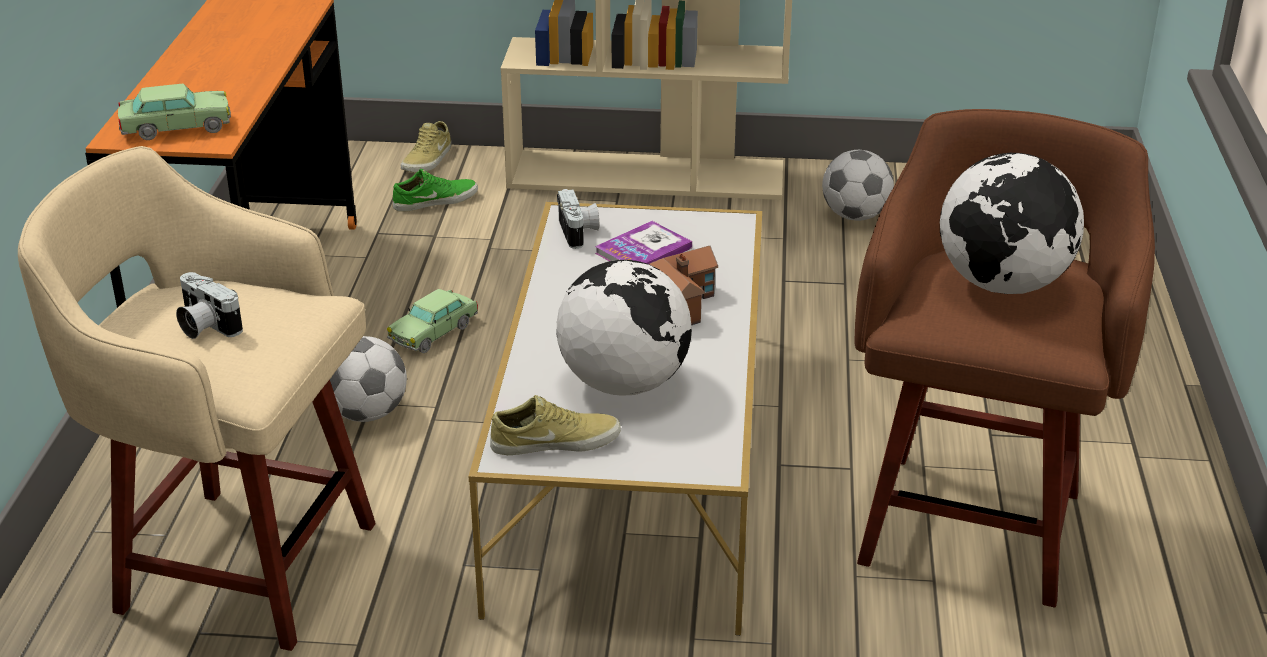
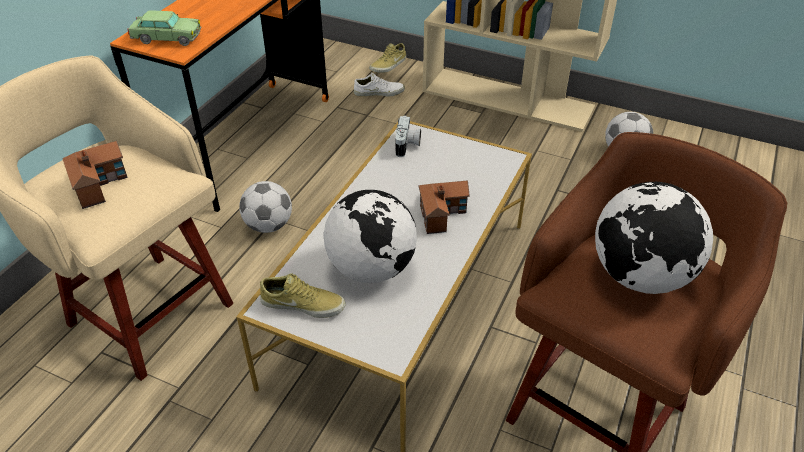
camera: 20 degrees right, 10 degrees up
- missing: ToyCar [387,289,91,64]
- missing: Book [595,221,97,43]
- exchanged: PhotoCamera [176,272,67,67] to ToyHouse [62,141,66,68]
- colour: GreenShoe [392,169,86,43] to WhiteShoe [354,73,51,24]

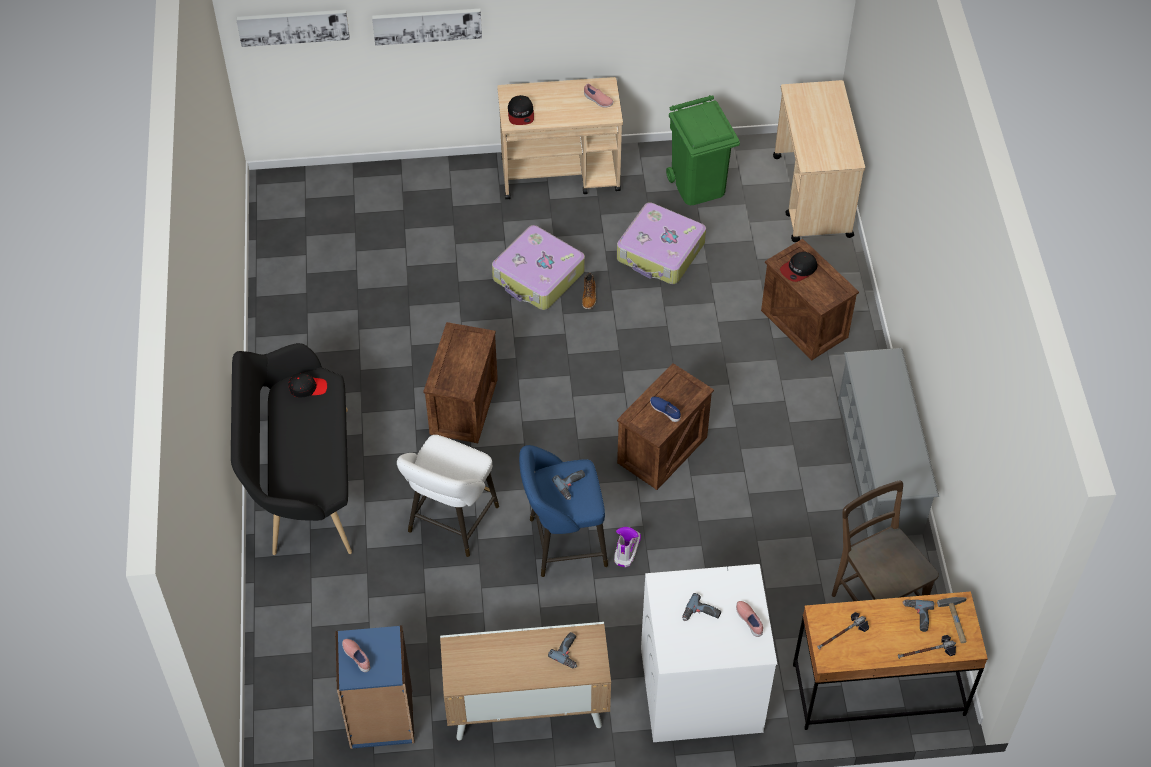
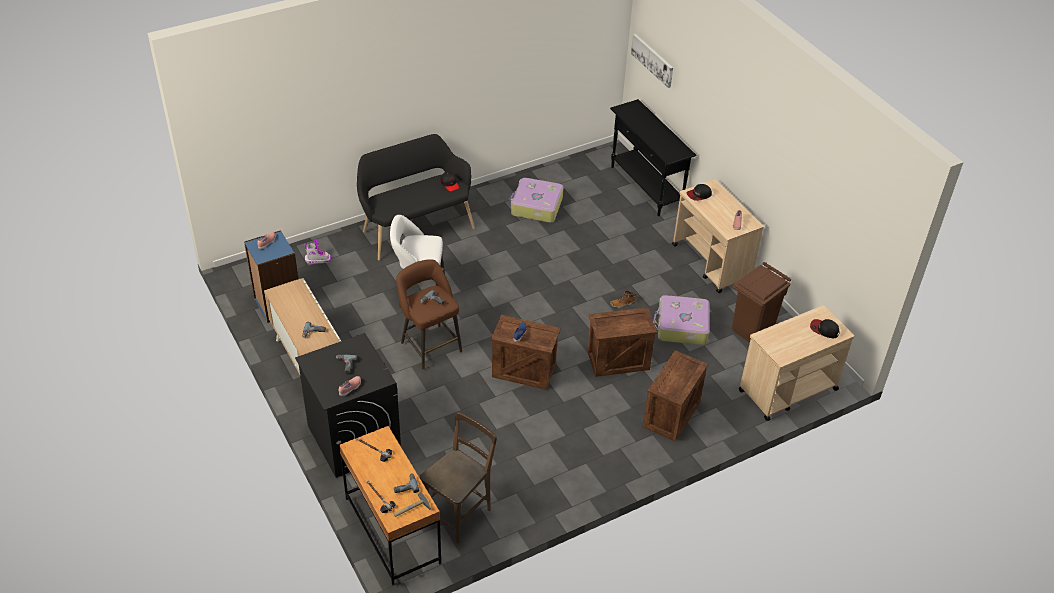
camera: 65 degrees right, 10 degrees down
- missing: Picture [372,9,110,37]
- missing: GreyShoeRack [838,348,101,189]
- appeared: BlackConsoleTable [610,99,87,117]
- relocated: Crate [423,322,75,121] to [587,307,70,70]
- relocated: Suitcase [492,225,93,85] to [509,178,55,45]
- relocated: Boot [614,527,27,40] to [305,239,26,25]
- relocated: Cap [780,252,37,30] to [810,319,29,19]
- colour: BlueStool [519,445,89,132] to BrownStool [396,259,66,111]
- colour: WhiteWashingMachine [641,564,136,178] to BlackWashingMachine [295,333,106,145]
- colour: GreenTrashCan [666,95,74,110] to BrownTrashCan [732,262,59,80]

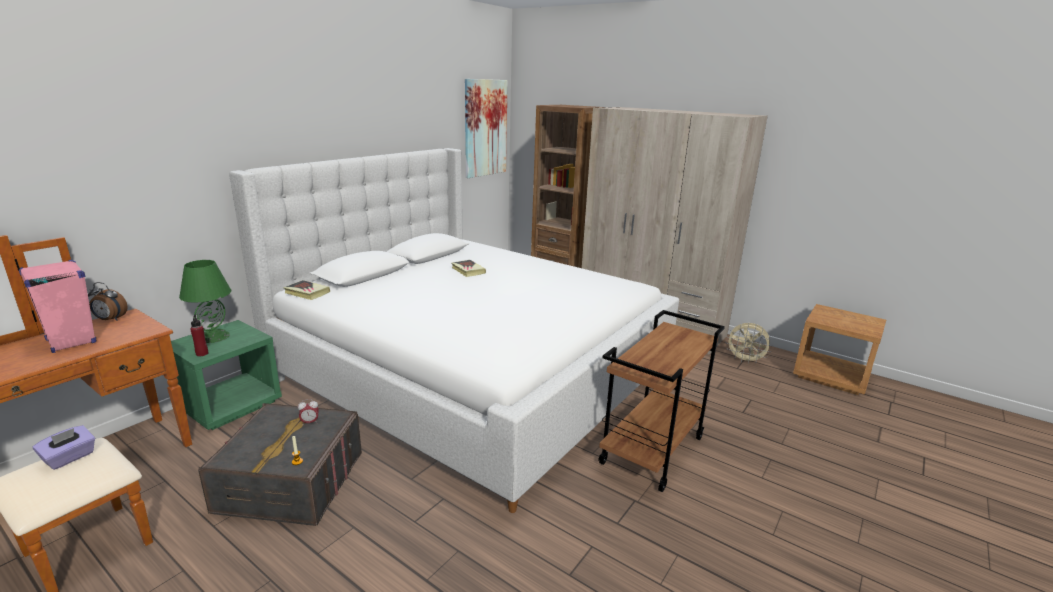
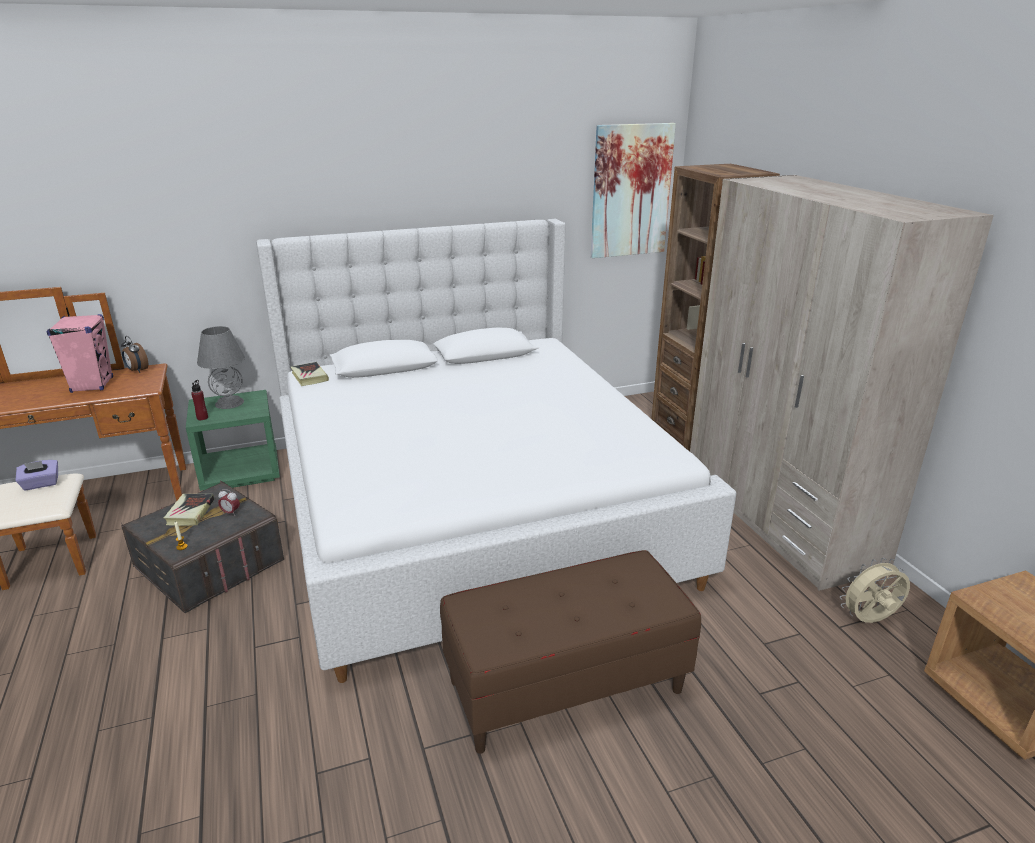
camera: 35 degrees right, 5 degrees up
- relocated: Book [451,260,35,17] to [164,494,50,32]
- exchanged: BrownCart [598,310,127,182] to BrownBench [440,550,261,204]
- colour: GreenTableLamp [179,260,52,83] to GreyTableLamp [197,326,48,83]
- spun: BeigeFan [725,323,46,41] = [840,557,70,66] 105 degrees clockwise

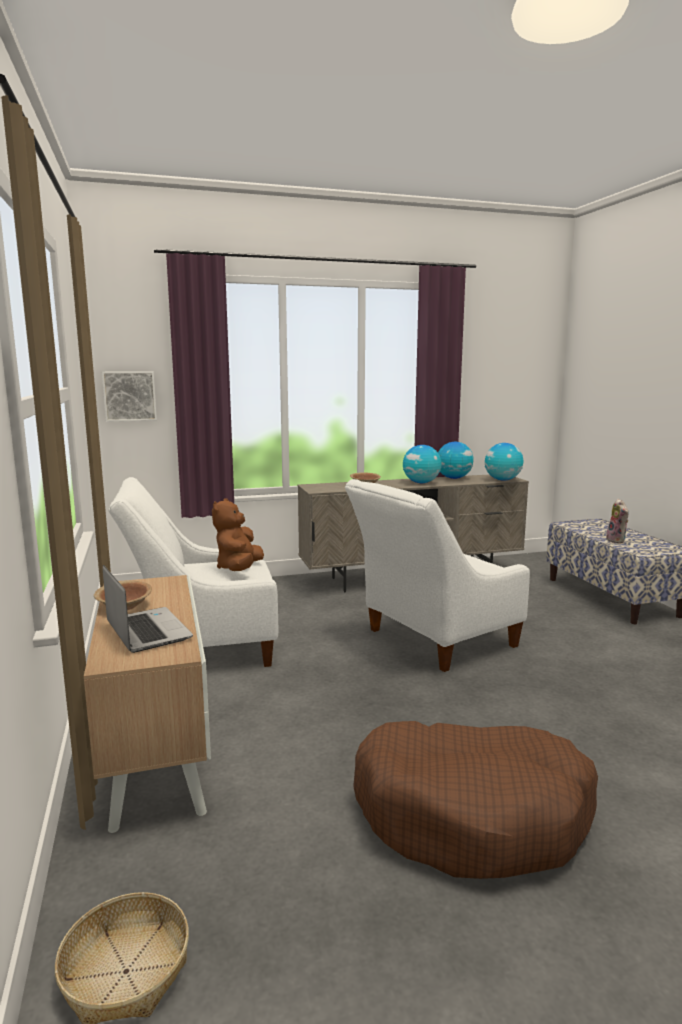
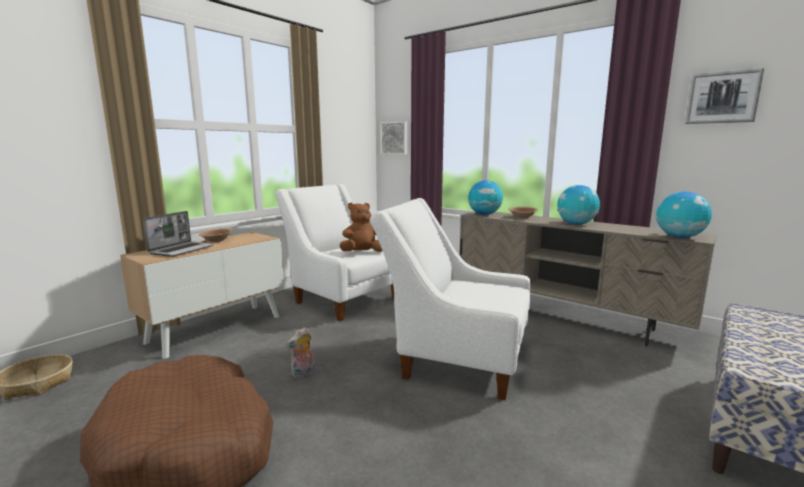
camera: 55 degrees right, 0 degrees up
- appeared: Picture [685,68,79,56]
- relocated: Globe [438,442,36,37] to [468,180,35,35]
- relocated: PlushToy [606,499,23,44] to [286,327,29,51]

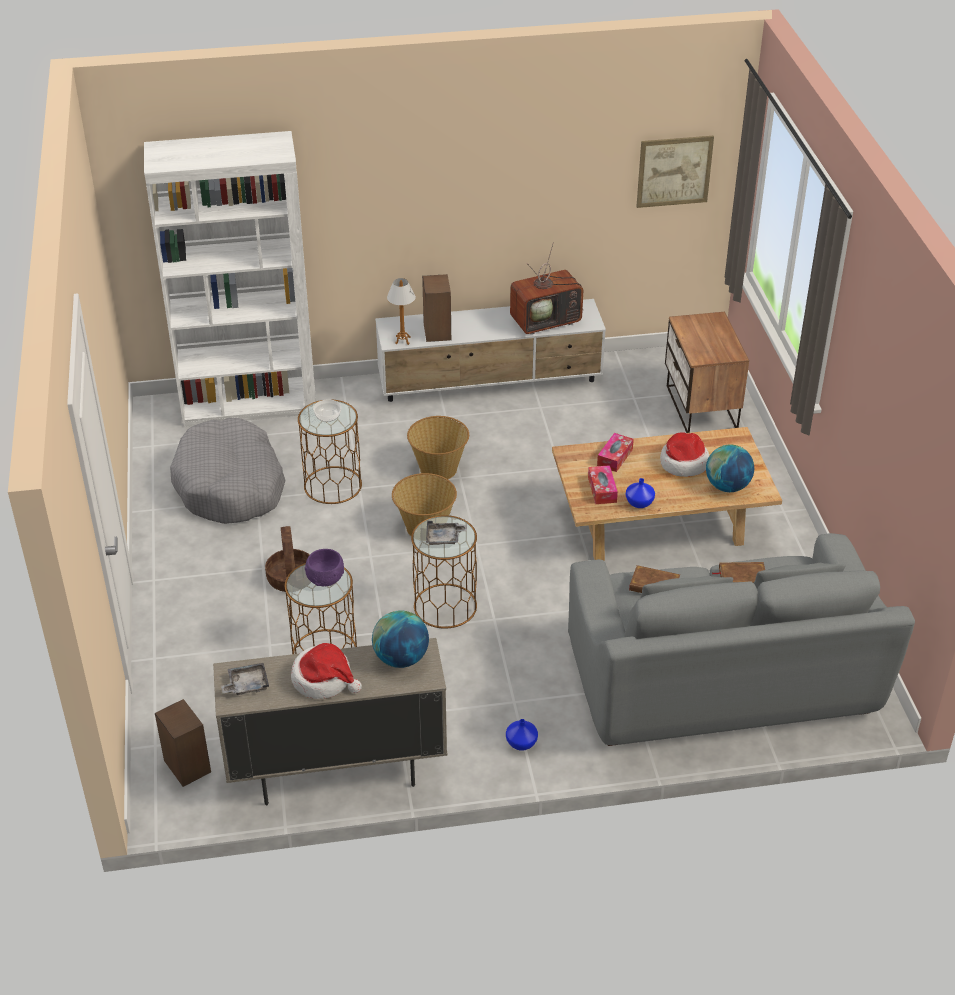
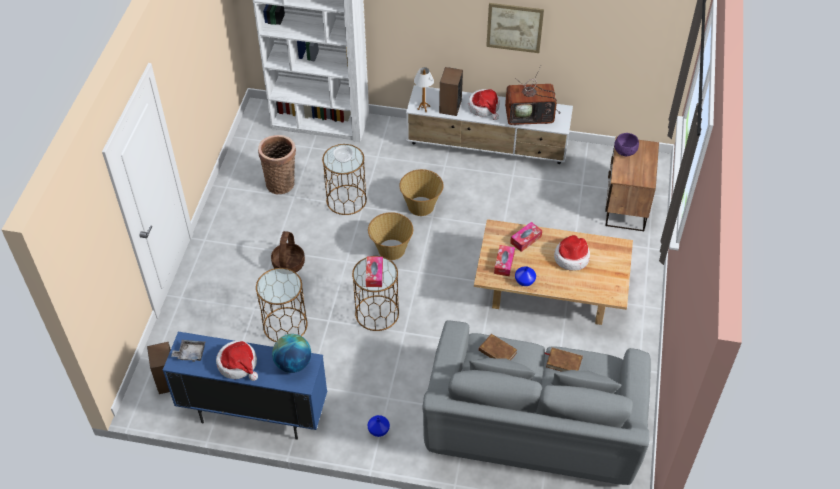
camera: 20 degrees right, 10 degrees up
- missing: Globe [706,444,48,48]
- appeared: Hat [468,89,32,31]
- relocated: PurpleBowl [305,549,39,38] to [614,133,25,23]
- relocated: Picture [636,136,78,72] to [486,3,58,50]
- exchanged: GreyDogBed [170,418,115,106] to Basket [258,135,38,59]
- exchanged: GreyTray [426,521,41,24] to TissueBox [366,257,17,30]
- colour: BeigeCabinet [213,638,234,167] to BlueCabinet [163,332,164,108]

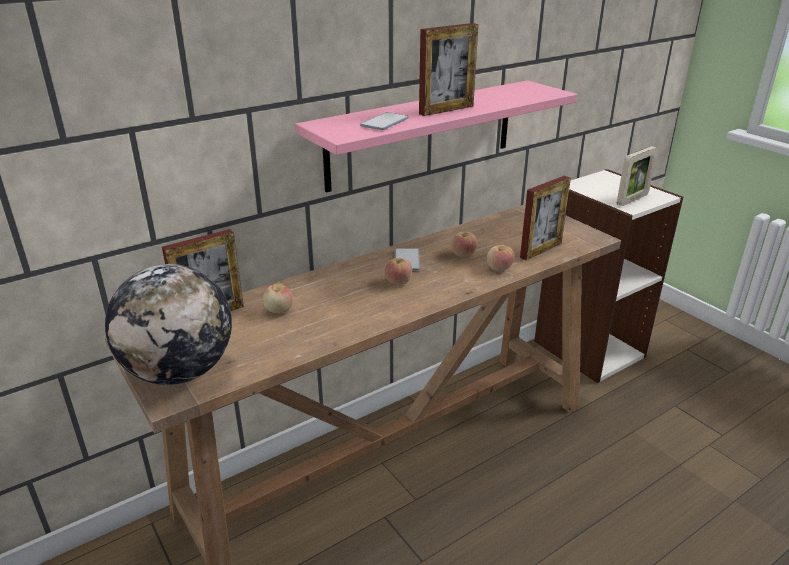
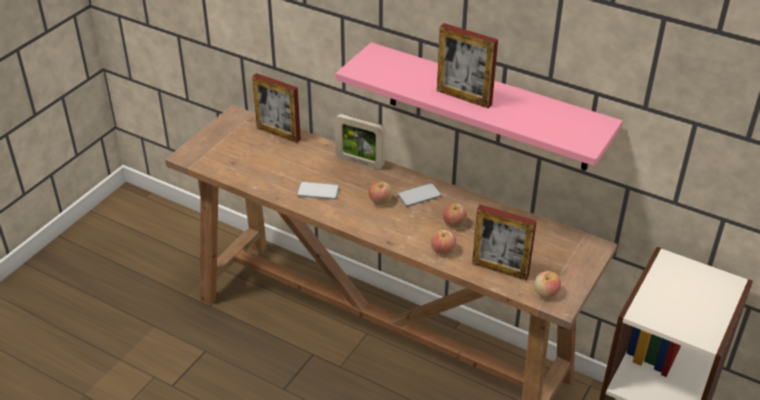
camera: 65 degrees right, 10 degrees up
- missing: Globe [105,264,127,121]
- relocated: Apple [263,283,30,30] to [534,271,27,28]
- relocated: Phone [360,112,49,18] to [297,182,42,17]
- relocated: PictureFrame [617,146,41,60] to [335,114,50,56]

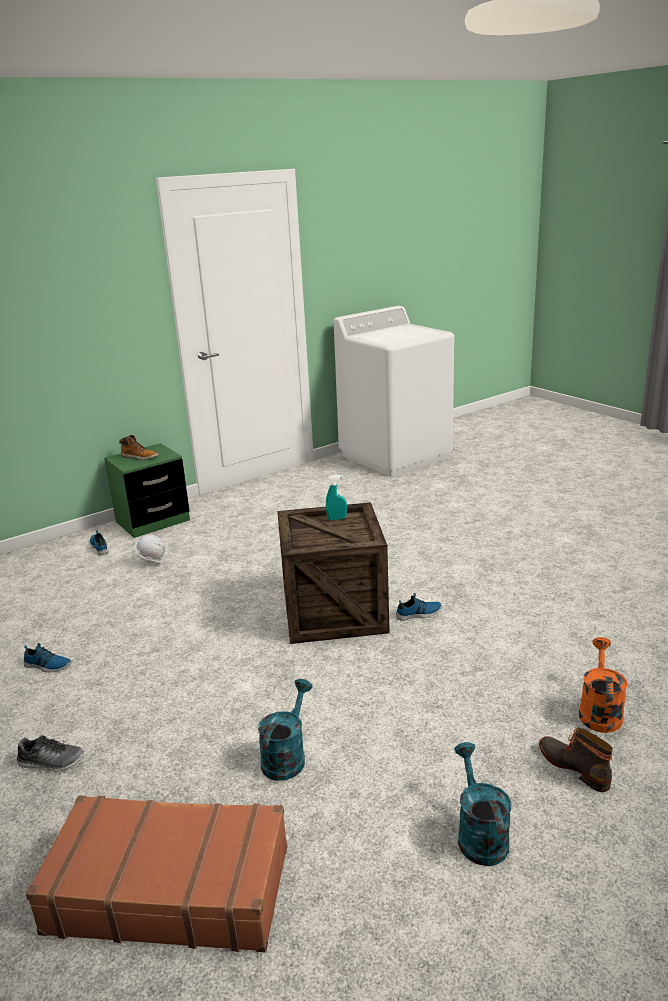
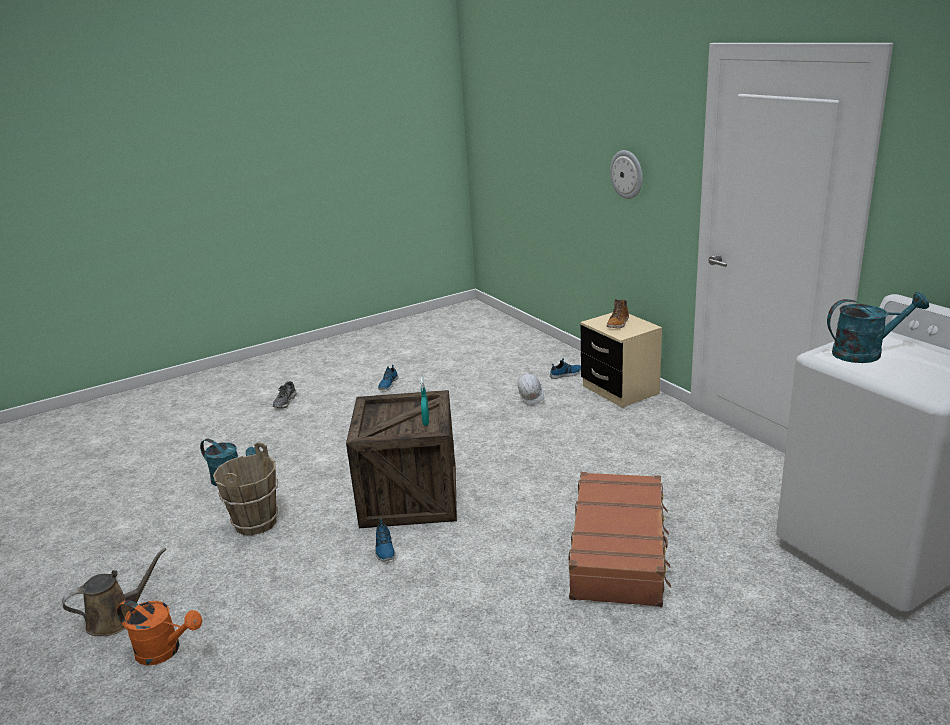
camera: 95 degrees right, 0 degrees up
- appeared: BrownBucket [213,442,65,94]
- appeared: WallClock [610,150,33,49]
- relocated: BrownSuitcase [26,795,261,157] to [568,472,103,135]
- relocated: TurquoiseWateringCan [454,742,57,124] to [827,292,102,71]
- exchanged: Boot [539,727,74,65] to BrownWateringCan [62,548,104,88]
- colour: GreenNightstand [104,443,86,95] to BeigeNightstand [580,312,82,96]

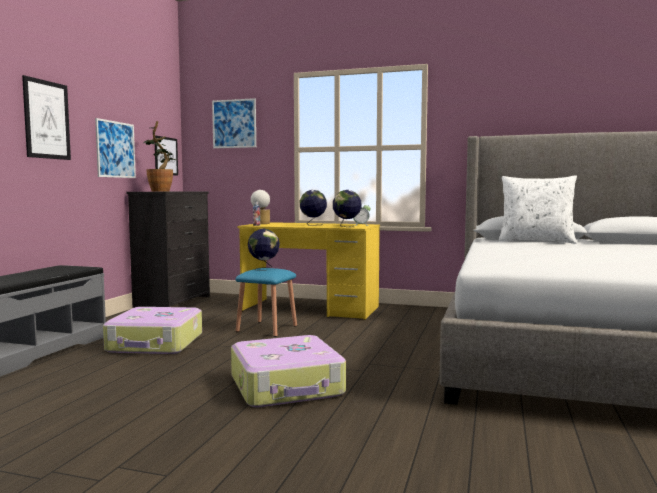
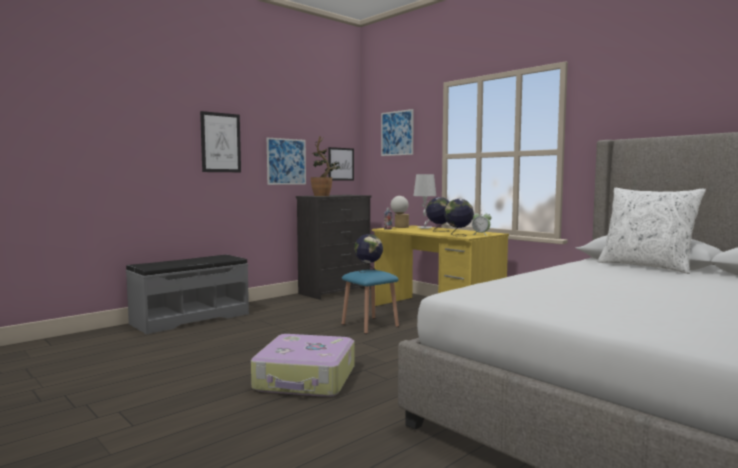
camera: 30 degrees right, 0 degrees up
- missing: Suitcase [103,307,99,47]
- appeared: GreyTableLamp [413,174,23,55]

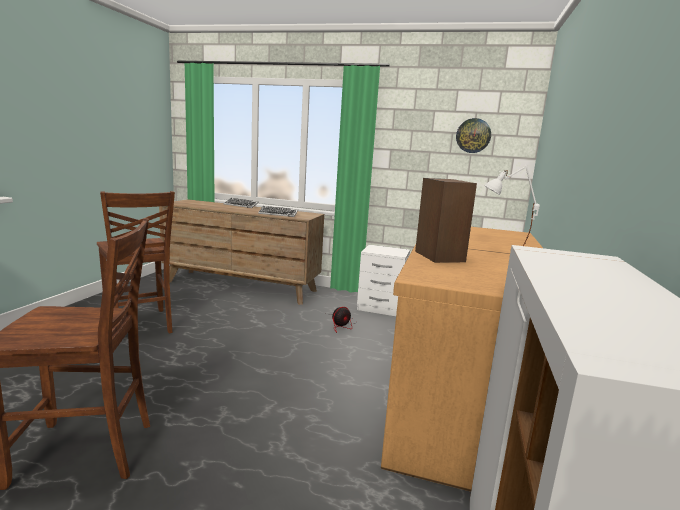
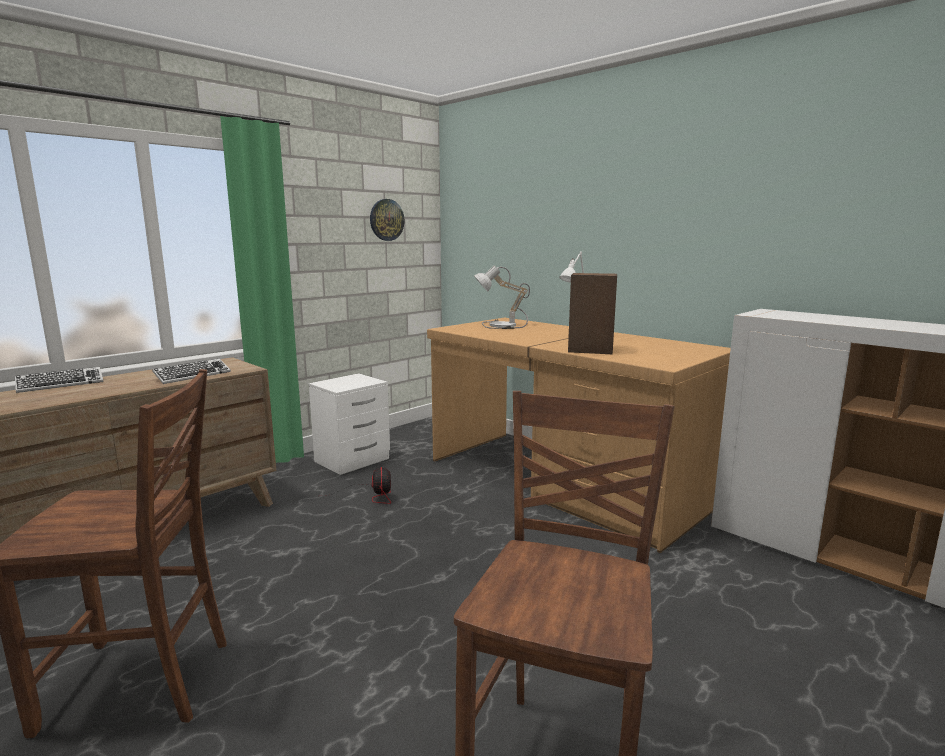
camera: 60 degrees left, 0 degrees up
- appeared: TableLamp [474,266,56,63]

